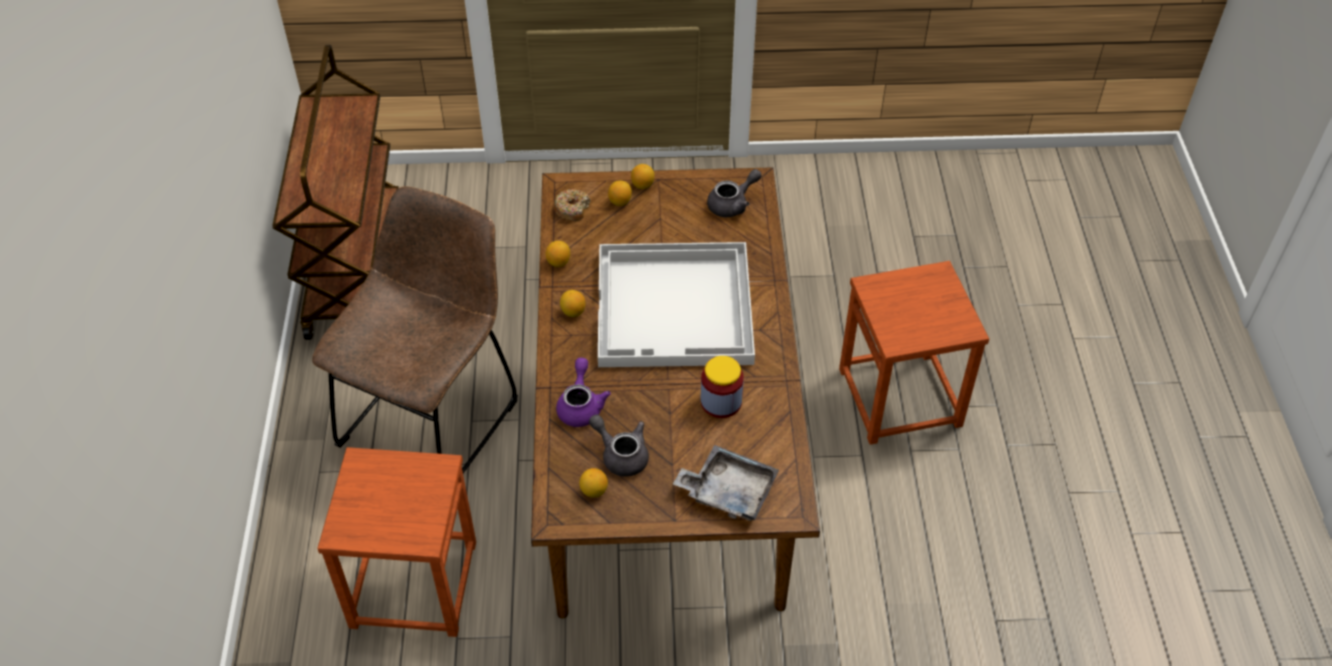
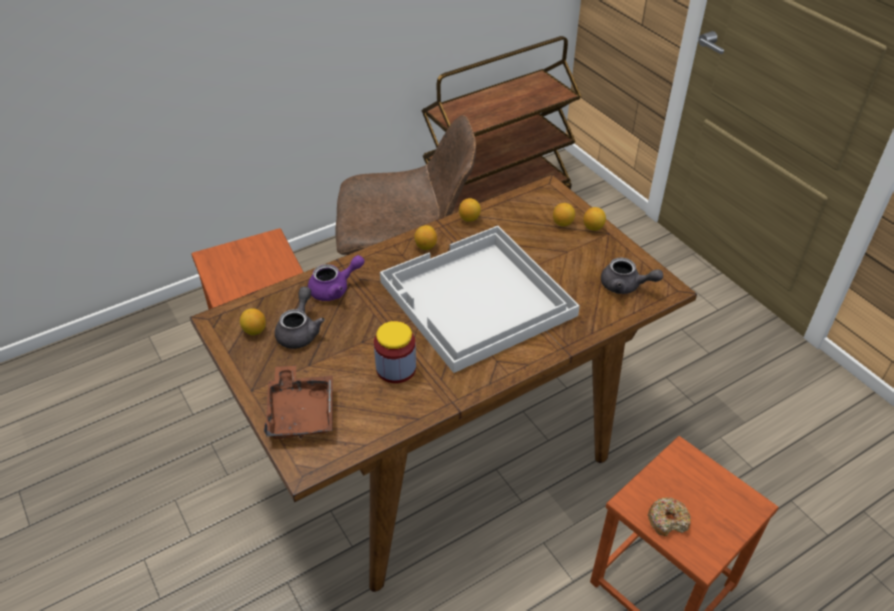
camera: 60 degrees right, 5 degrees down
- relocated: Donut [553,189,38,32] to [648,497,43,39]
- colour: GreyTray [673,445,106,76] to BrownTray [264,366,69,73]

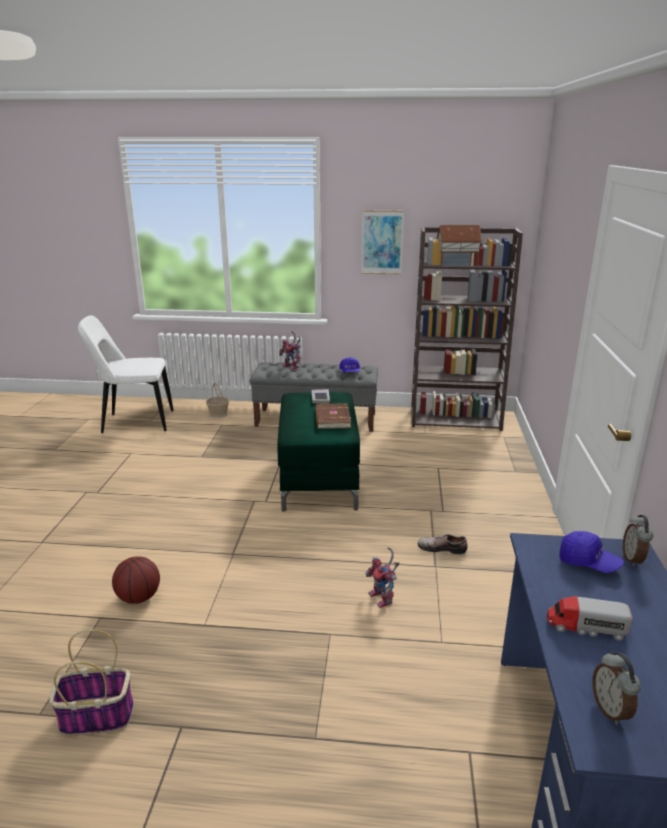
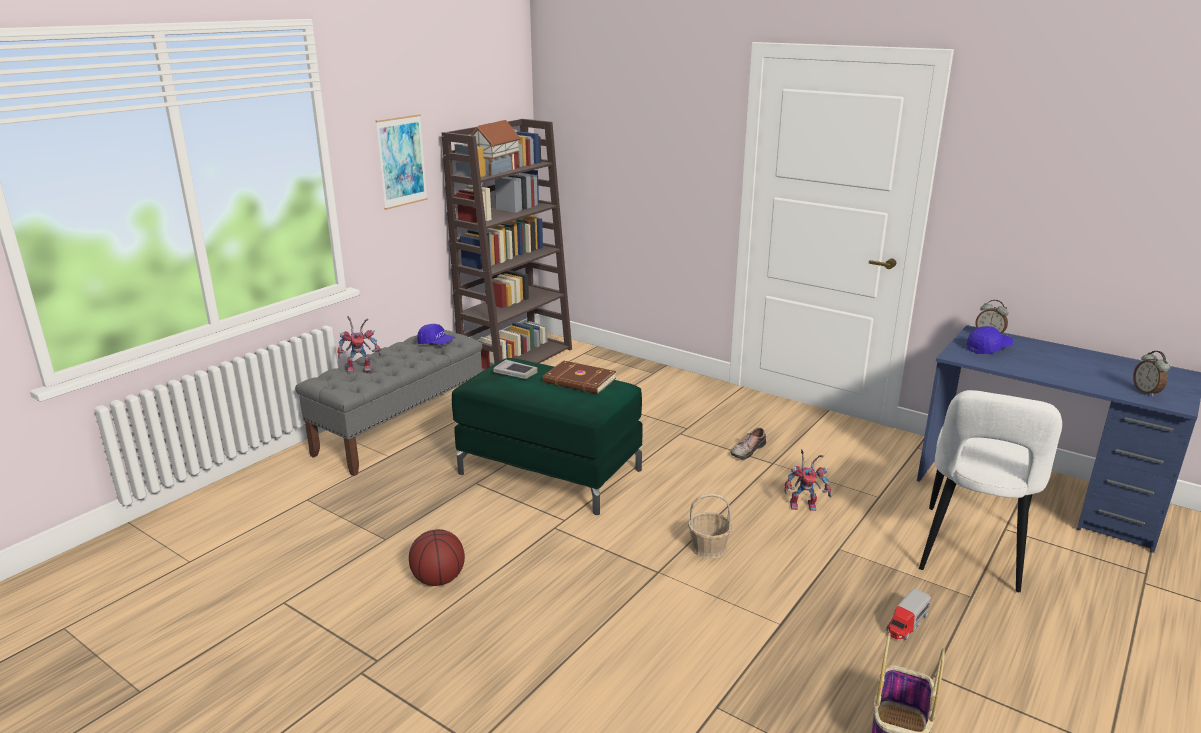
camera: 60 degrees left, 0 degrees up
- relocated: WhiteChair [78,316,95,117] to [919,390,143,202]
- relocated: Basketball [112,556,48,48] to [409,529,56,57]
- relocated: Basket [206,383,23,35] to [688,493,44,66]
- relocated: ToyTruck [547,596,86,45] to [886,589,45,51]
- spun: AlarmClock [592,651,49,74] = [1133,351,37,46] 60 degrees clockwise

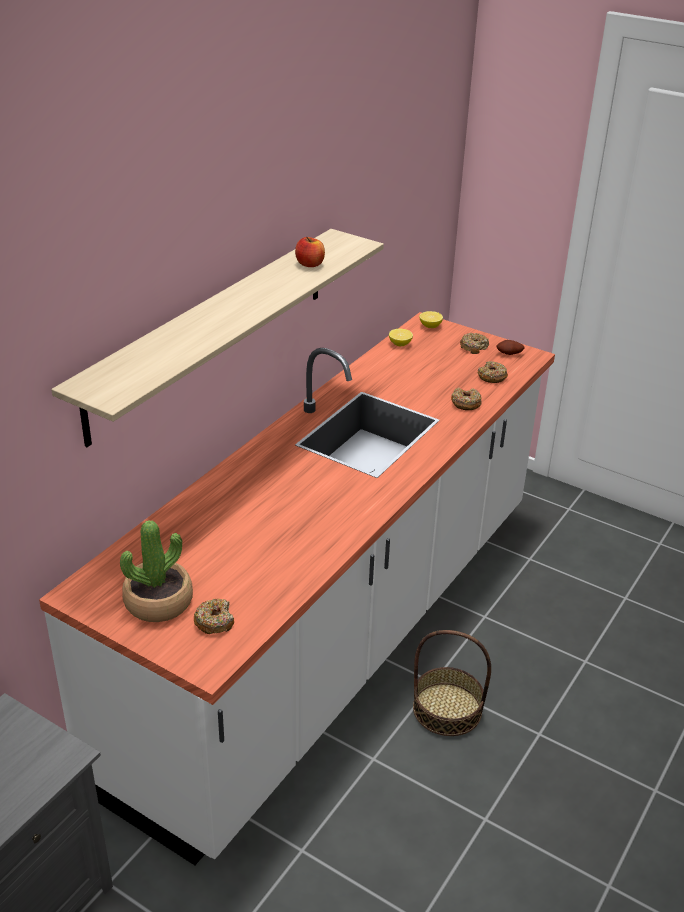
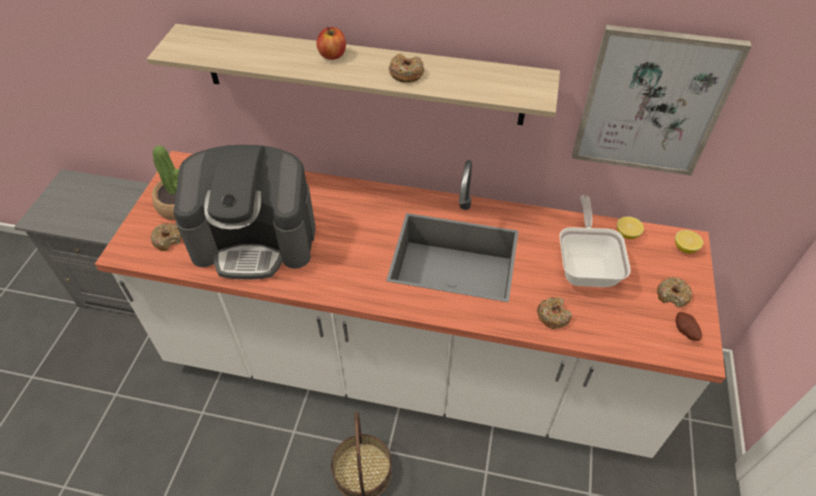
camera: 70 degrees right, 15 degrees up
- appeared: CoffeeMachine [174,145,141,134]
- appeared: FryingPan [559,195,72,92]
- appeared: Picture [572,25,180,151]
- relocated: Apple [295,237,30,30] to [317,27,29,33]
- relocated: Donut [477,361,31,22] to [389,54,35,29]

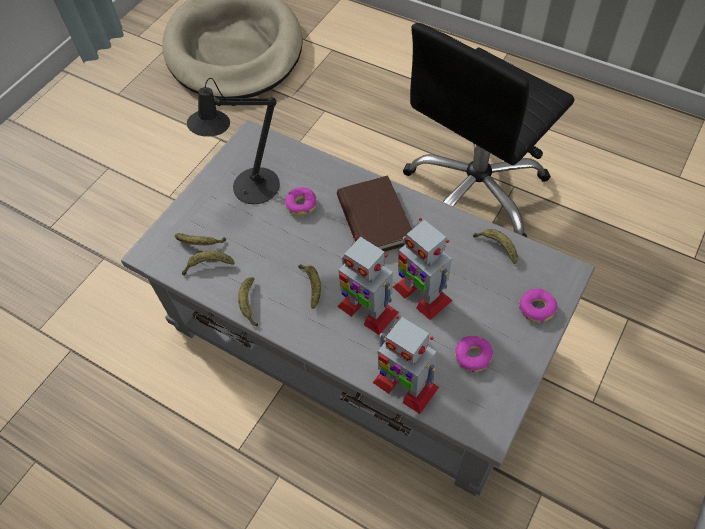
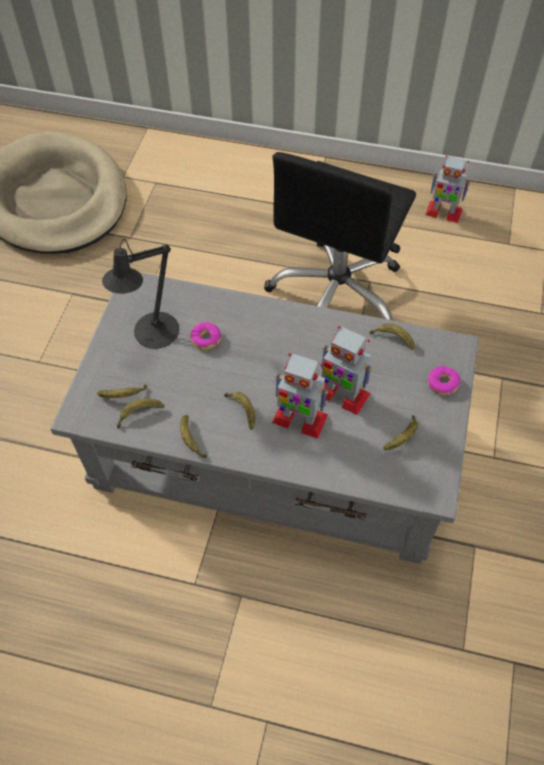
camera: 20 degrees left, 0 degrees up
- missing: BrownBook [337,175,75,77]
- relocated: ToyRobot [372,315,67,99] to [425,156,45,67]
- exchanged: Donut [455,336,38,37] to Banana [383,415,35,35]

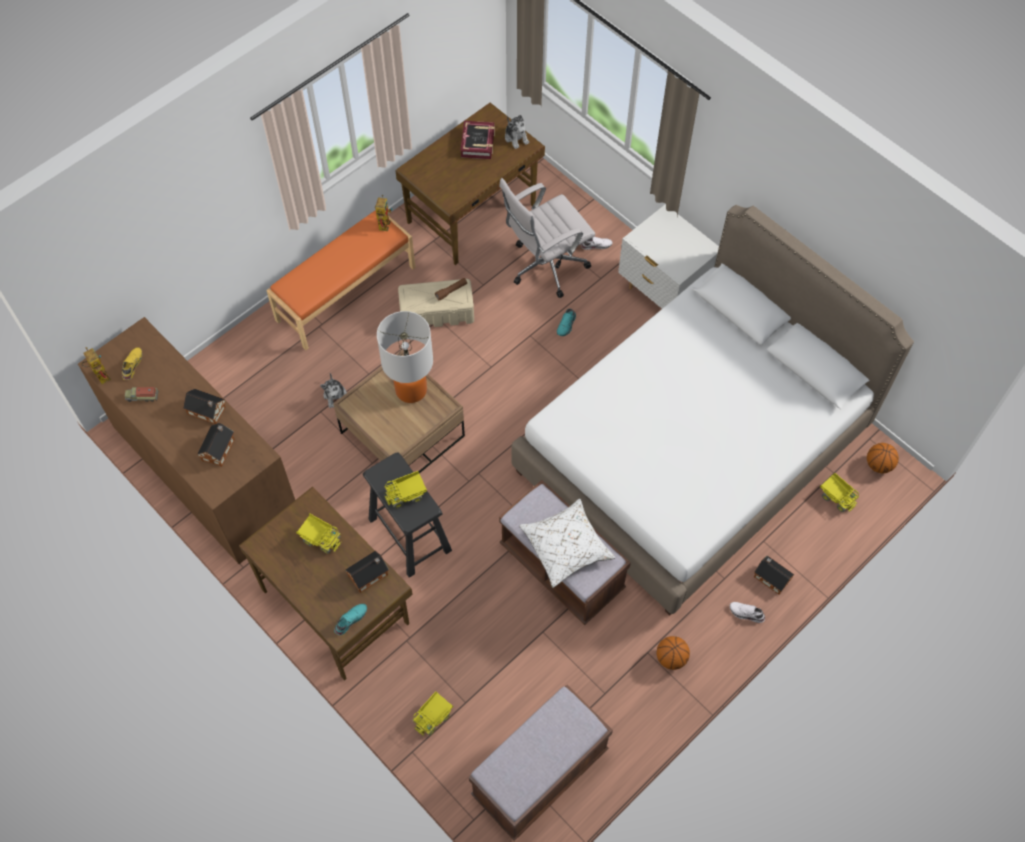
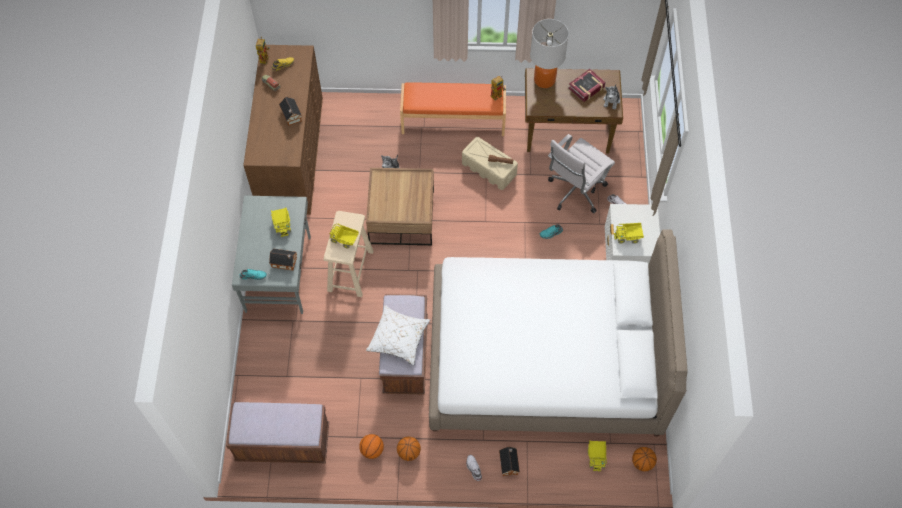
camera: 45 degrees right, 0 degrees up
- missing: ToyHouse [197,423,38,44]
- appeared: Basketball [359,434,25,25]
- relocated: TableLamp [377,311,56,92] to [530,19,39,69]
- relocated: ToyTruck [412,691,41,45] to [614,223,30,21]
- colour: BrownDesk [239,487,174,193] to GreyDesk [232,196,79,118]
- colour: BlackStool [363,452,89,125] to BeigeStool [324,211,49,86]
- spun: WhiteOfficeChair [499,178,97,120] = [548,134,67,79] 60 degrees counterclockwise

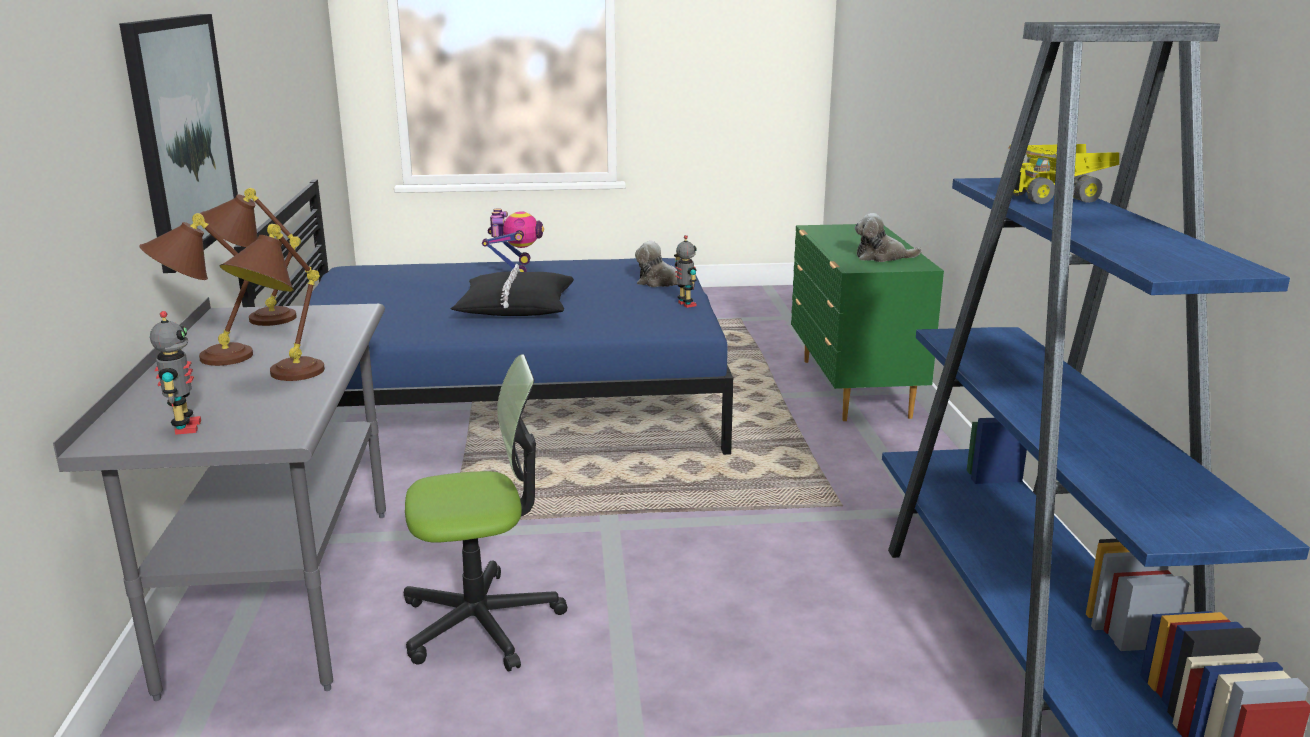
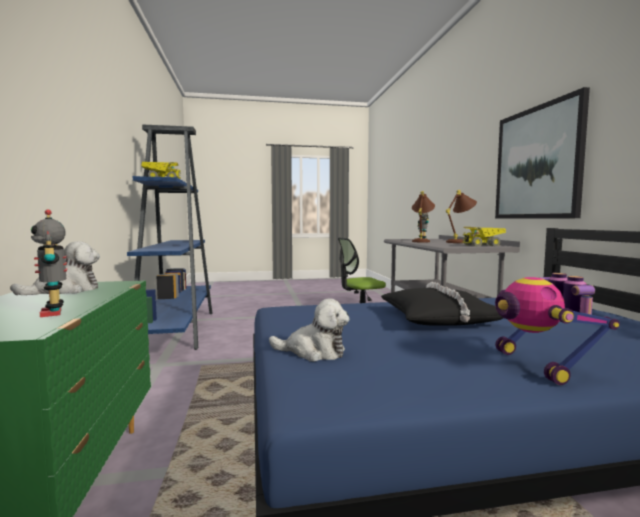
camera: 175 degrees right, 15 degrees down
- relocated: ToyRobot [674,235,23,73] to [31,209,36,108]
- exchanged: BrownTableLamp [200,188,101,138] to ToyTruck [463,227,43,19]
- spun: PlushToy [855,213,67,49] = [10,241,90,54] 45 degrees counterclockwise

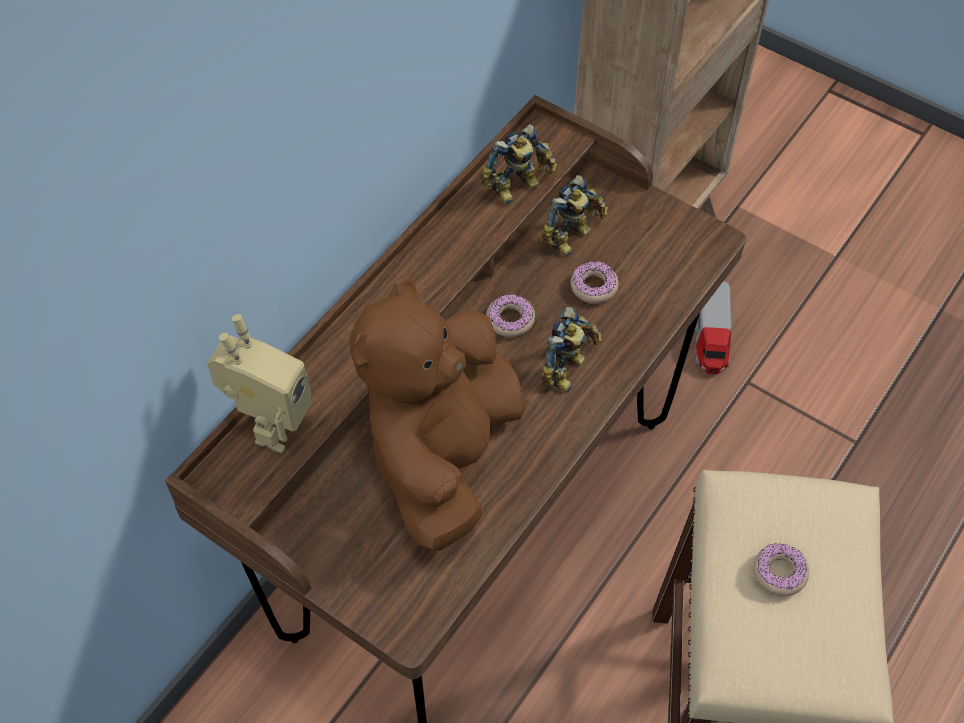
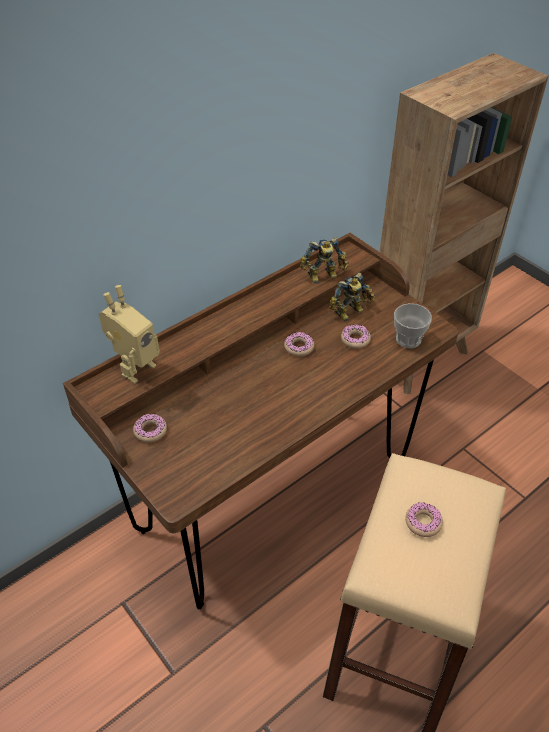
camera: 15 degrees right, 10 degrees down
- missing: BrownPlushToy [350,276,176,275]
- missing: ToyRobot [539,307,63,86]
- missing: ToyTruck [695,281,36,93]
- appeared: Donut [133,414,34,28]
- appeared: Cup [394,303,38,45]

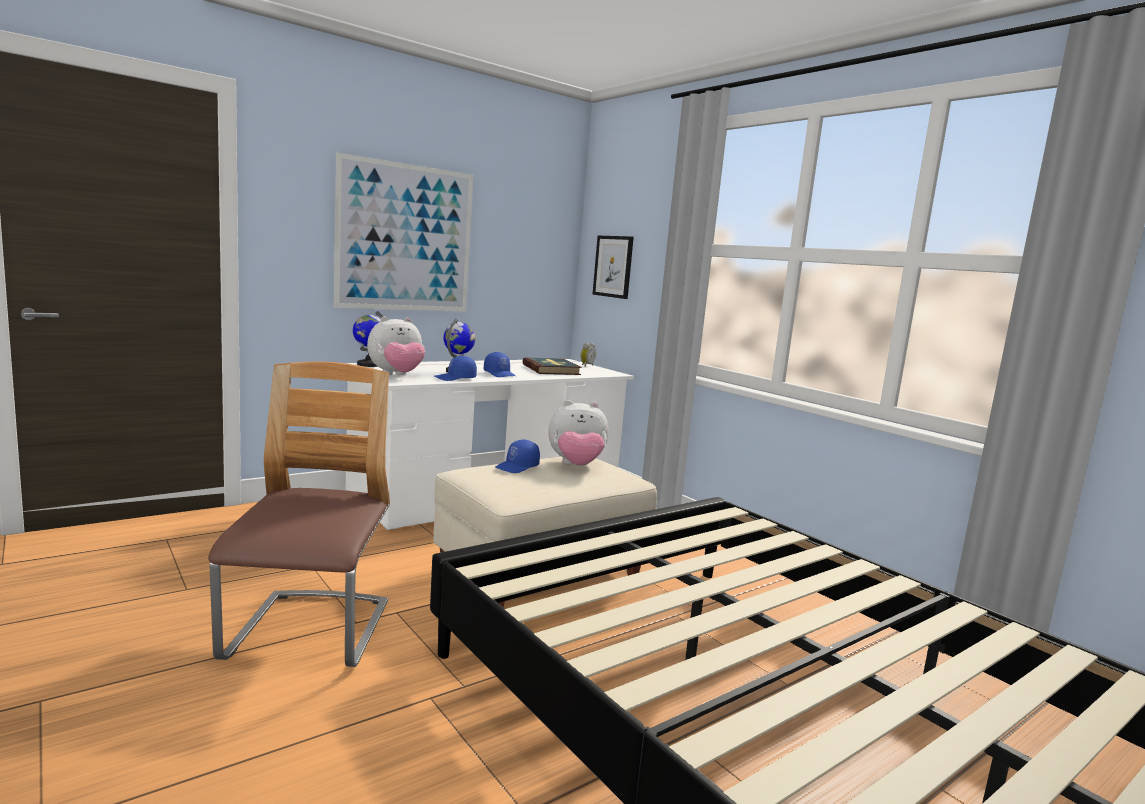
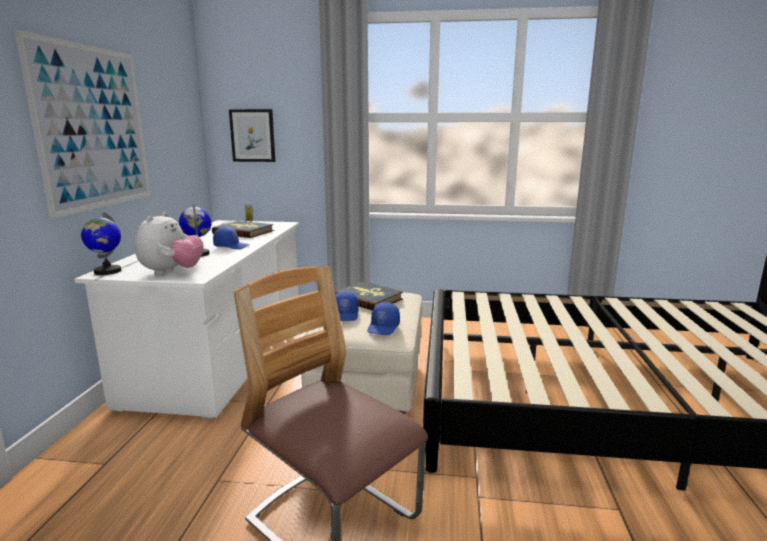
camera: 45 degrees left, 5 degrees up
- relocated: BlueCap [435,355,42,26] to [367,302,33,33]
- exchanged: PlushToy [548,400,61,66] to Book [335,282,68,29]

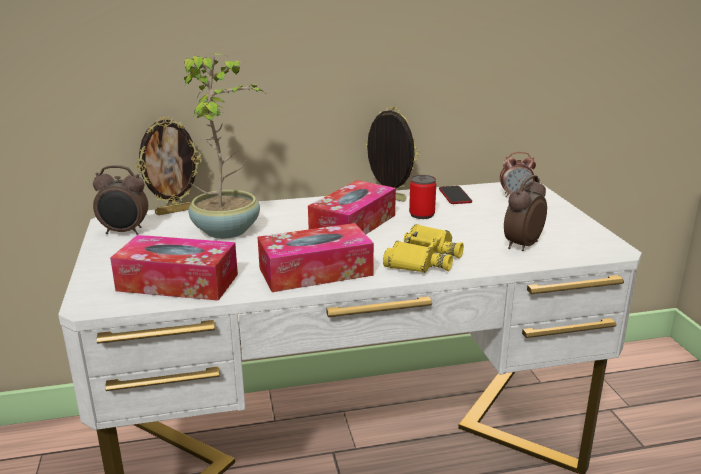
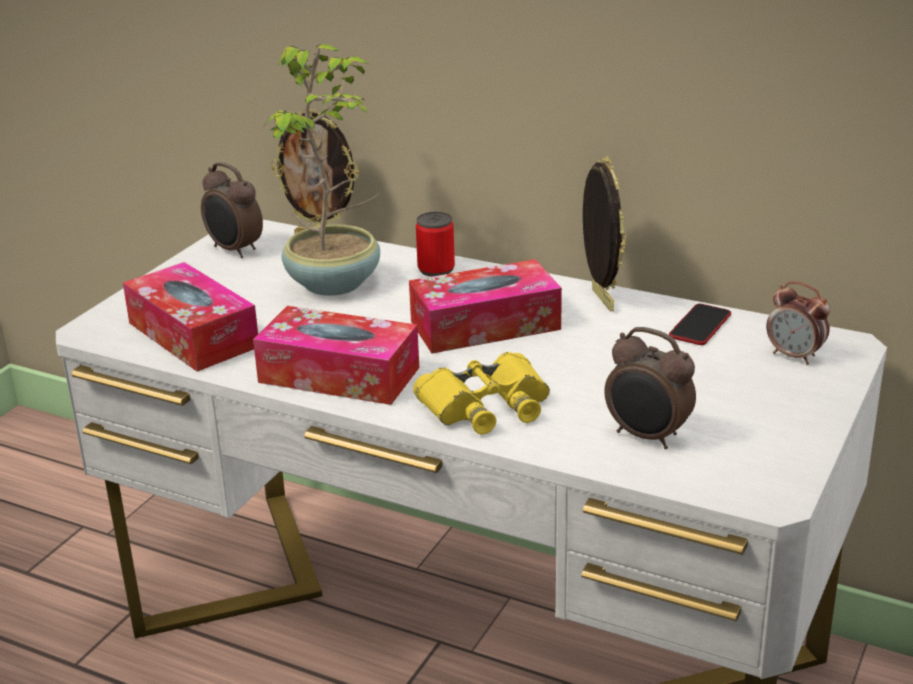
camera: 40 degrees right, 5 degrees up
- relocated: Can [409,175,27,44] to [416,212,39,65]
- spun: AlarmClock [504,175,43,76] = [604,327,92,122] 135 degrees counterclockwise

